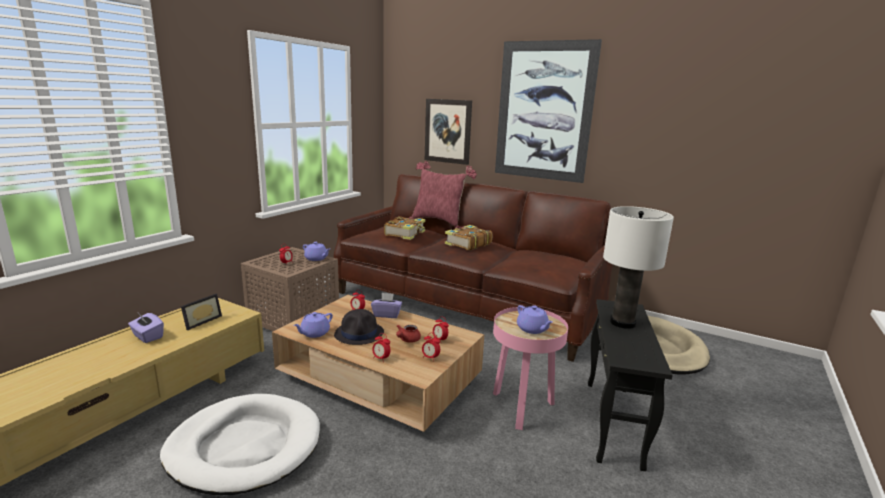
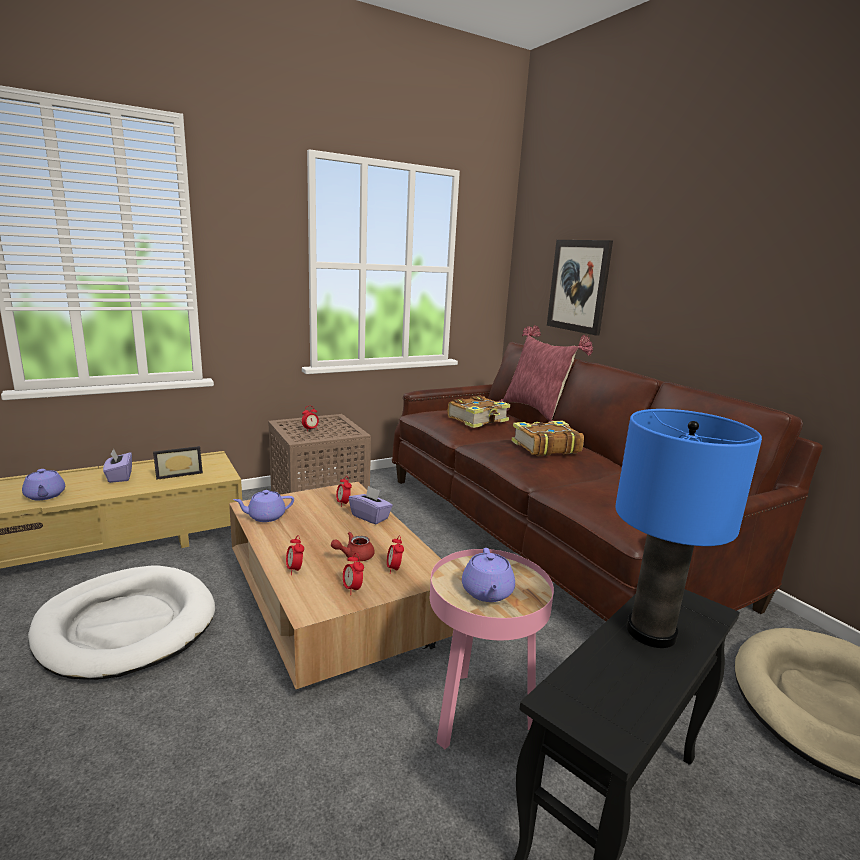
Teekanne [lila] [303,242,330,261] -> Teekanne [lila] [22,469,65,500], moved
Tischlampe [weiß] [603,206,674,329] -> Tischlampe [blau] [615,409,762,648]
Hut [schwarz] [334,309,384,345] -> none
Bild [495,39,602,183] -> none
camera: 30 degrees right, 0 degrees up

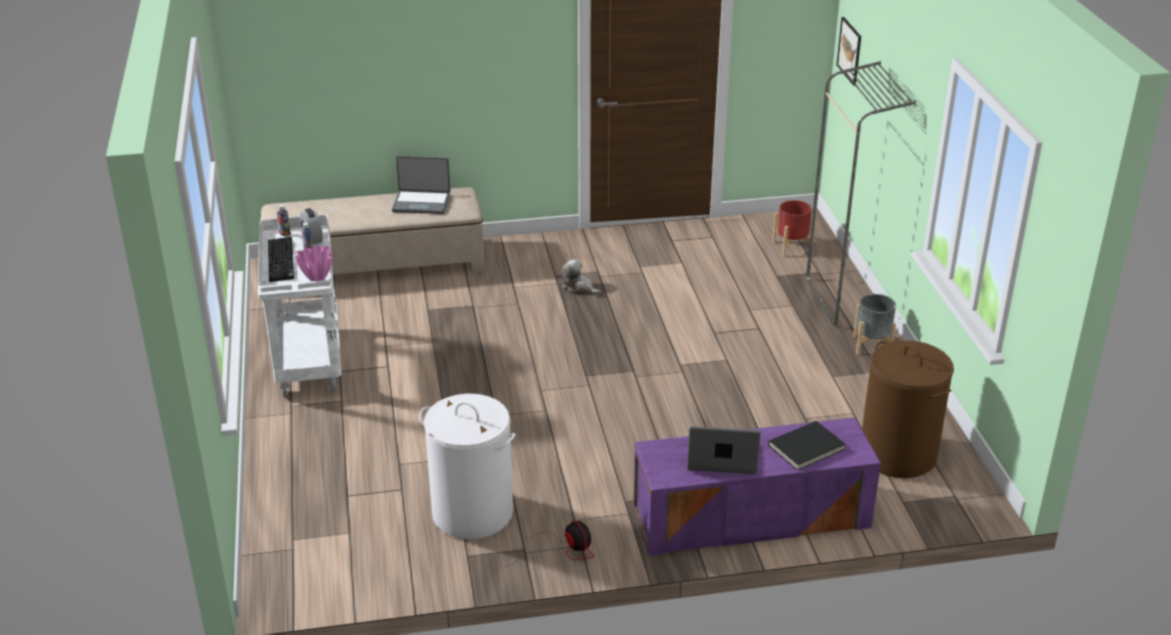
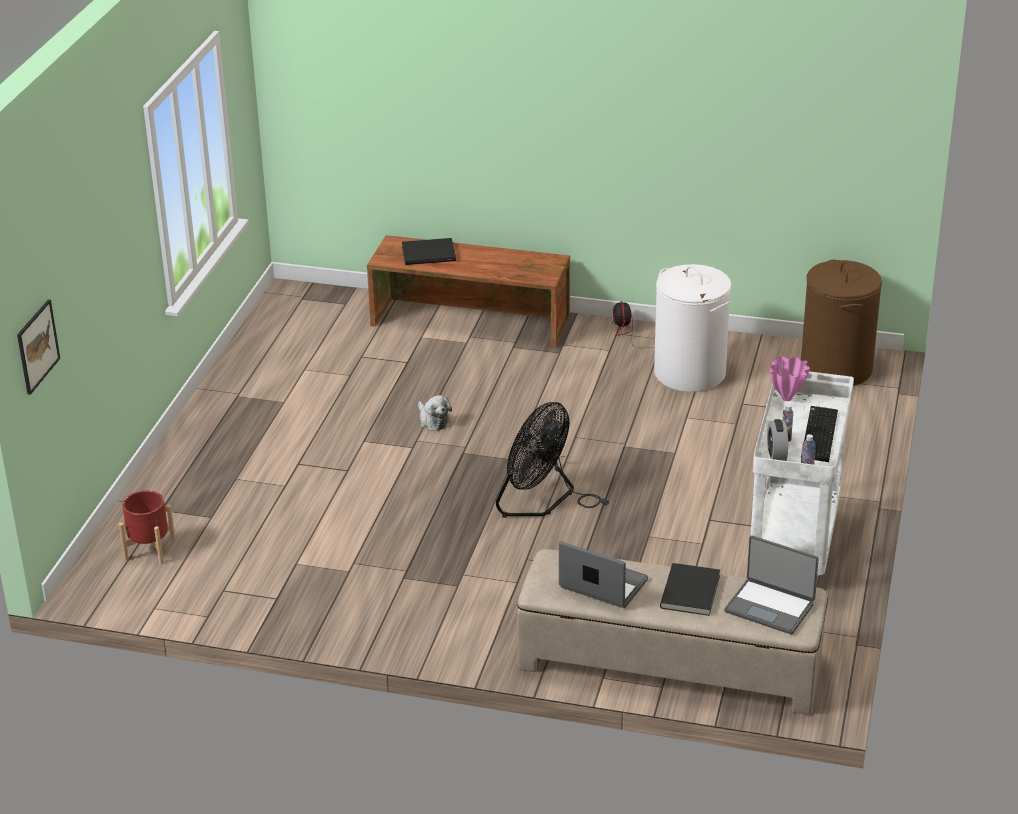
Bank [lila] [633,417,881,556] -> Bank [braun] [367,235,570,348]
Plüschtier [561,259,601,295] -> Plüschtier [418,395,452,431], moved
none -> Ventilator [schwarz] [496,402,609,518]
none -> Buch [schwarz] [660,563,720,616]
Laptop [687,426,761,474] -> Laptop [724,535,819,634], moved
Wäschekorb [braun] [862,340,954,478] -> Wäschekorb [braun] [801,260,882,386], moved
Kleiderständer [grau] [806,61,916,325] -> none
Pflanzkübel [grau] [853,294,896,355] -> none
camera: 155 degrees left, 0 degrees up

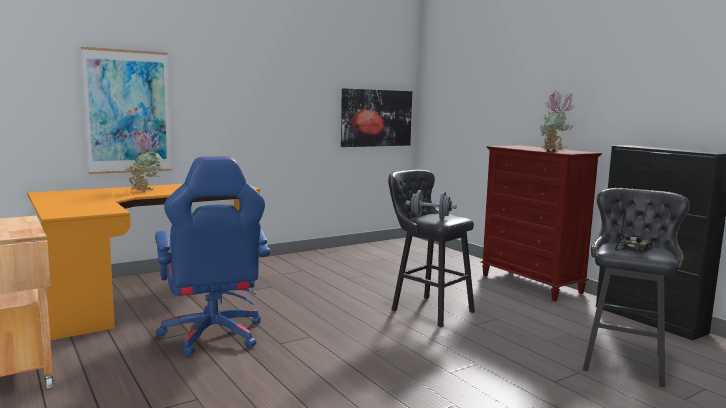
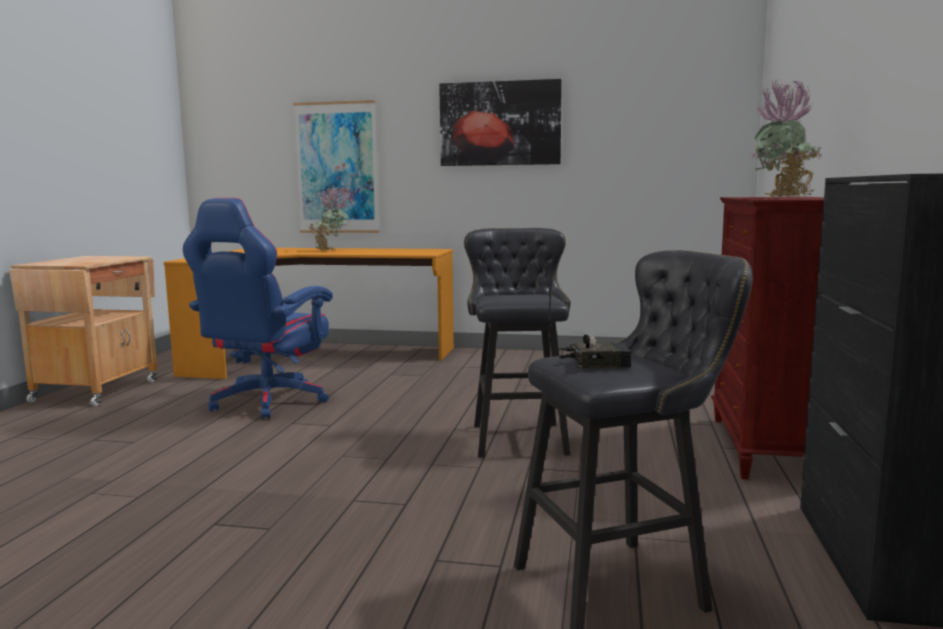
Bild [341,88,412,147] -> Bild [439,79,562,166], moved
Hantel [grau] [406,190,457,219] -> none
camera: 45 degrees right, 0 degrees up

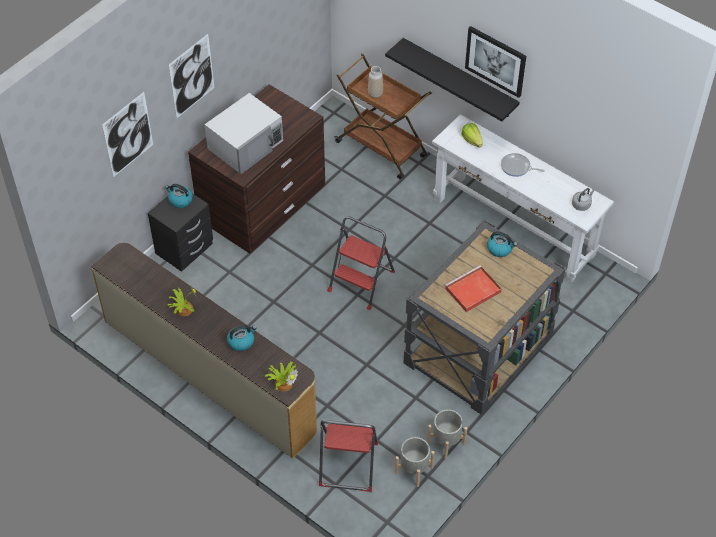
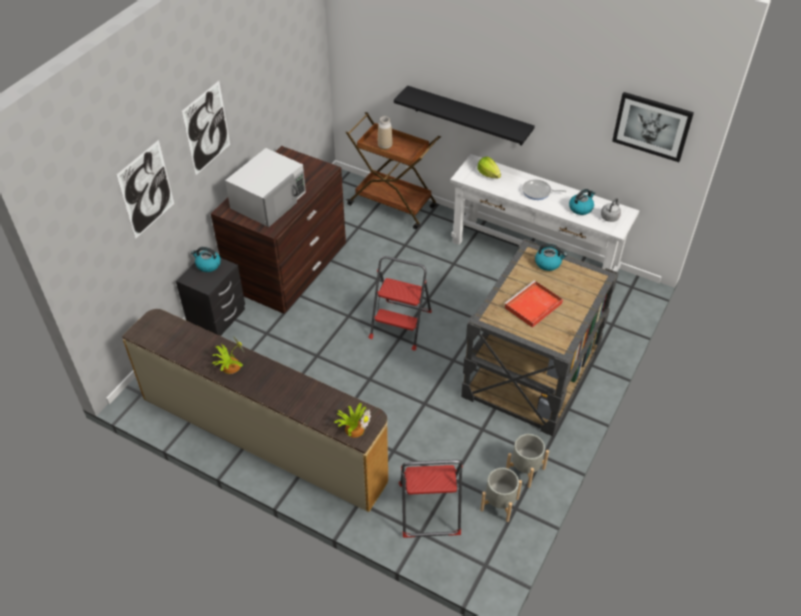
Wasserkessel [227,325,257,351] -> Wasserkessel [569,189,595,215], moved
Bild [465,26,526,98] -> Bild [612,92,694,162], moved
camera: 10 degrees left, 5 degrees down

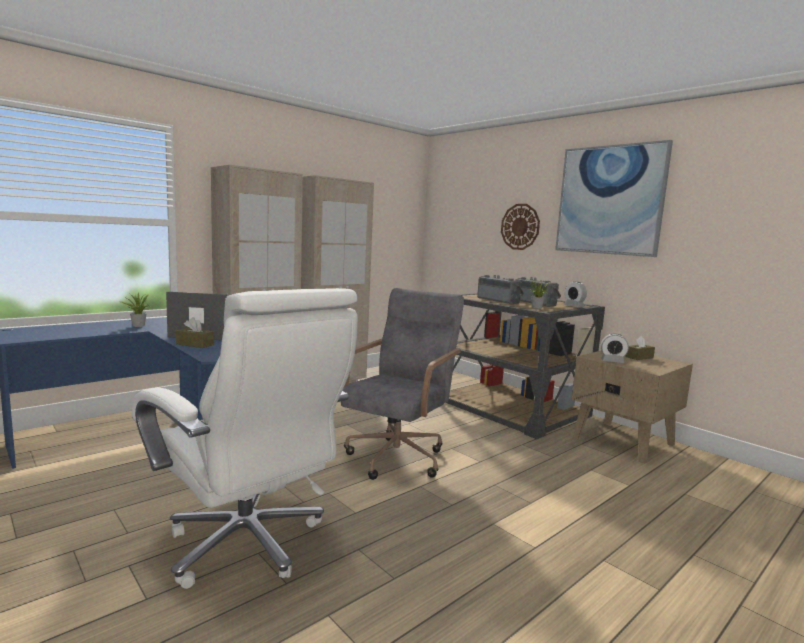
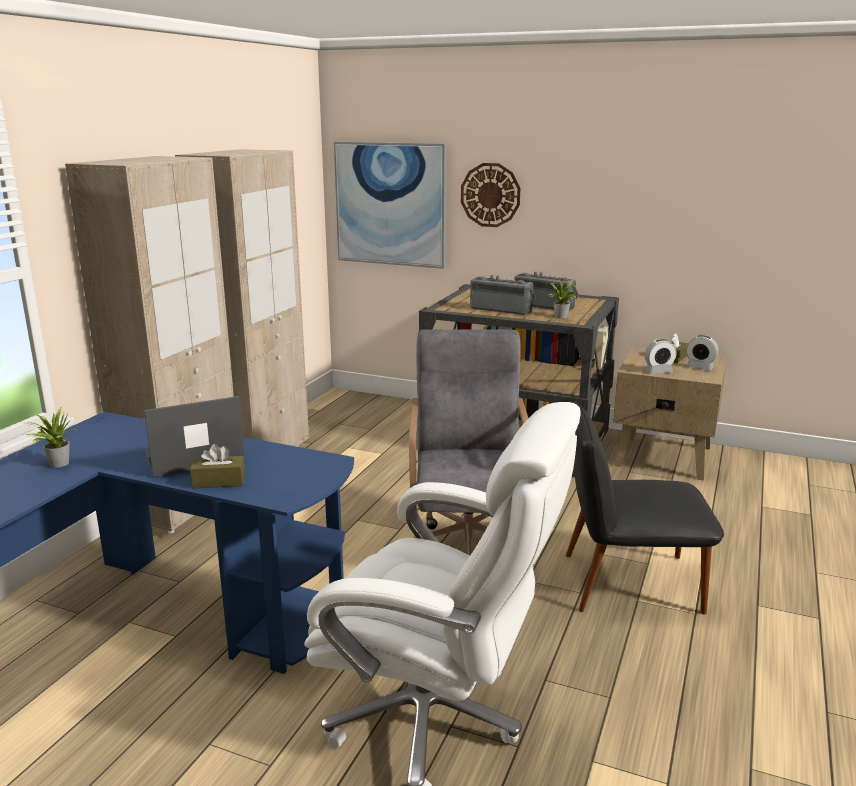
Bild [555,140,673,257] -> Bild [334,142,446,269], moved
none -> Stuhl [schwarz] [566,401,724,615]
Wecker [564,281,587,307] -> Wecker [686,335,718,370], moved
camera: 25 degrees left, 10 degrees up

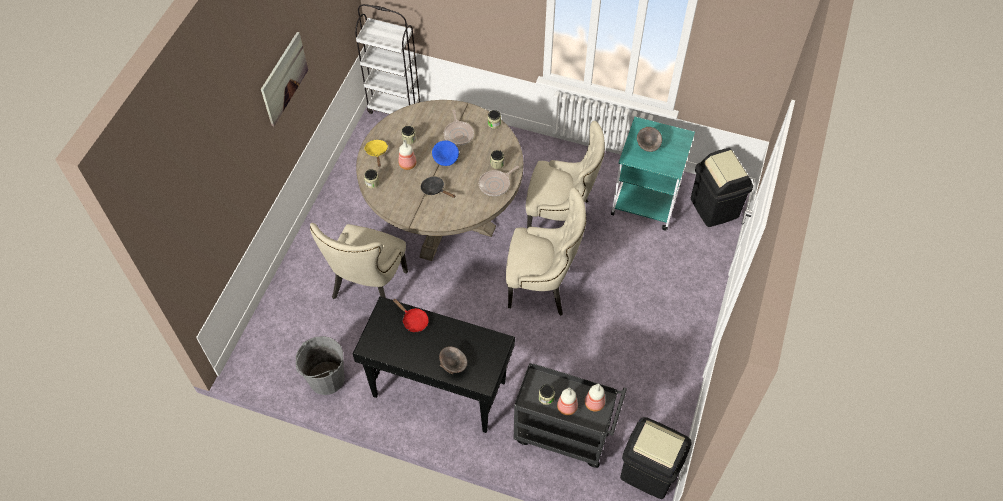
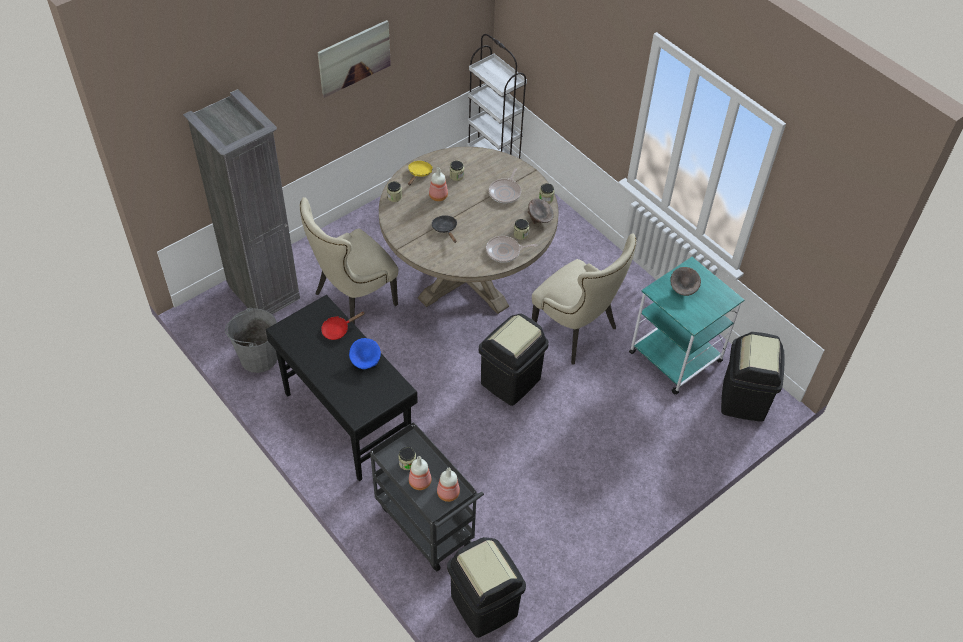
none -> Schrank [grau] [183,89,300,314]
Pfanne [rot] [393,299,429,332] -> Pfanne [rot] [321,311,365,340], 75 degrees clockwise
Schüssel [blau] [432,140,459,166] -> Schüssel [blau] [349,338,381,369], moved
Stuhl [beige] [506,187,586,316] -> Mülleimer [schwarz] [479,314,549,406]
Schüssel [grau] [439,346,467,374] -> Schüssel [grau] [528,198,554,224], moved
camera: 30 degrees right, 5 degrees down

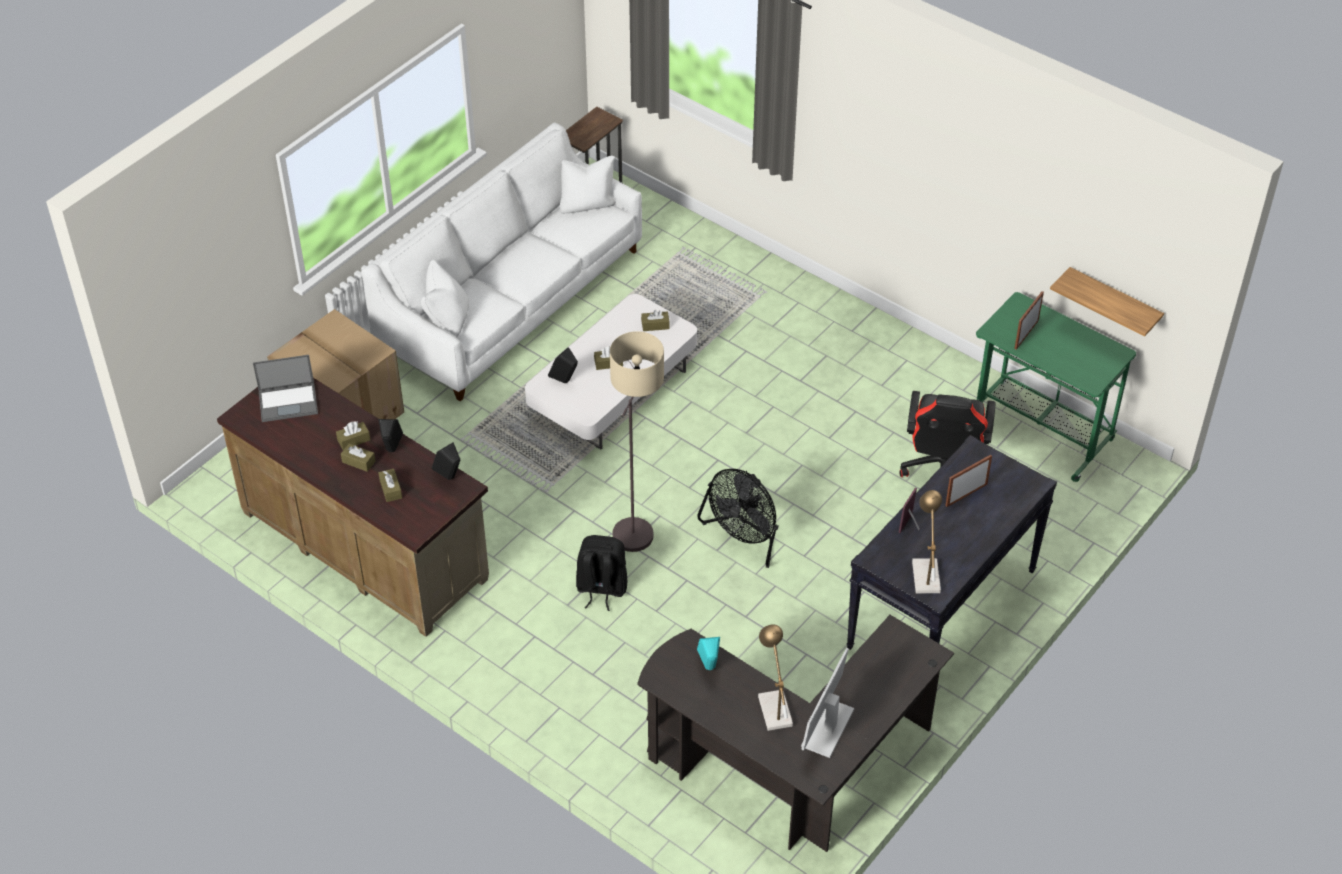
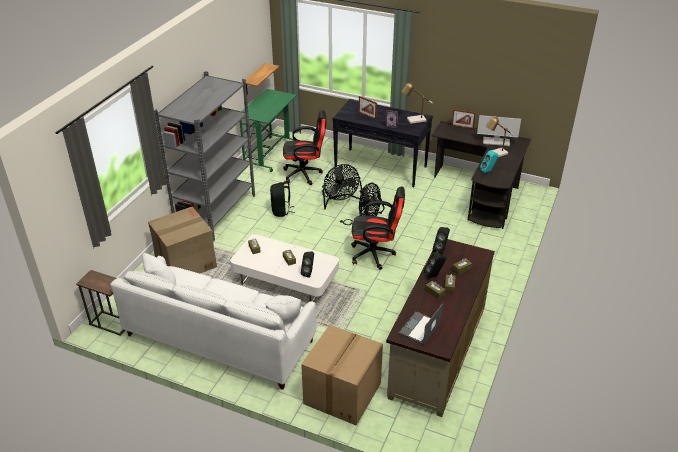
none -> Karton [148,206,217,274]
none -> Bücherregal [grau] [154,71,255,242]
Rucksack [schwarz] [576,535,627,611] -> Rucksack [schwarz] [270,181,295,217], moved
none -> Ventilator [schwarz] [322,164,363,209]
Stehlampe [beige] [610,331,664,552] -> Bürostuhl [schwarz] [351,187,405,270]
Laptop [253,355,318,422] -> Laptop [398,304,443,345], 120 degrees counterclockwise
Bilderrahmen [1014,291,1044,350] -> Bilderrahmen [451,109,476,129], moved
camera: 105 degrees left, 10 degrees down

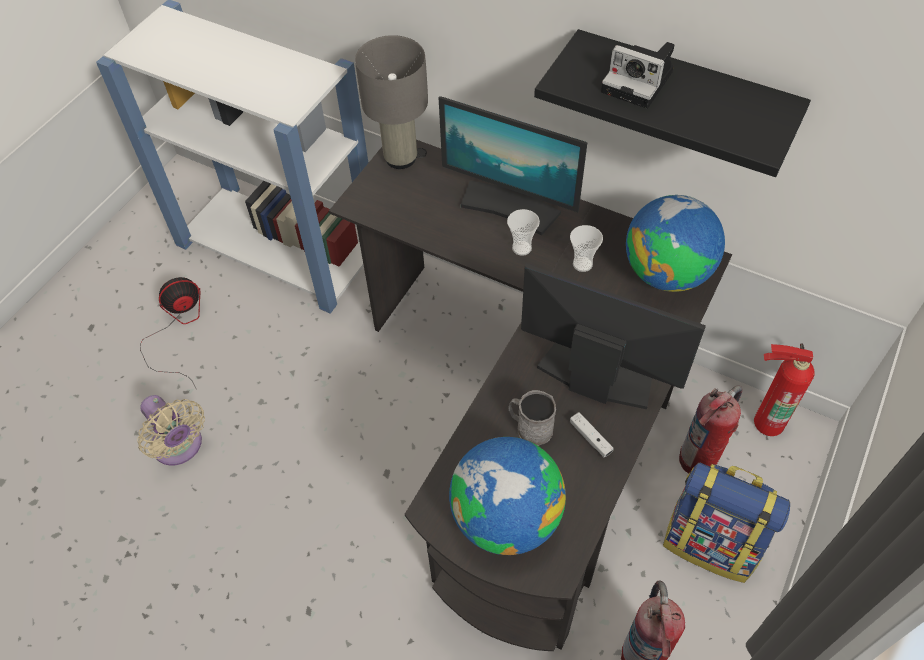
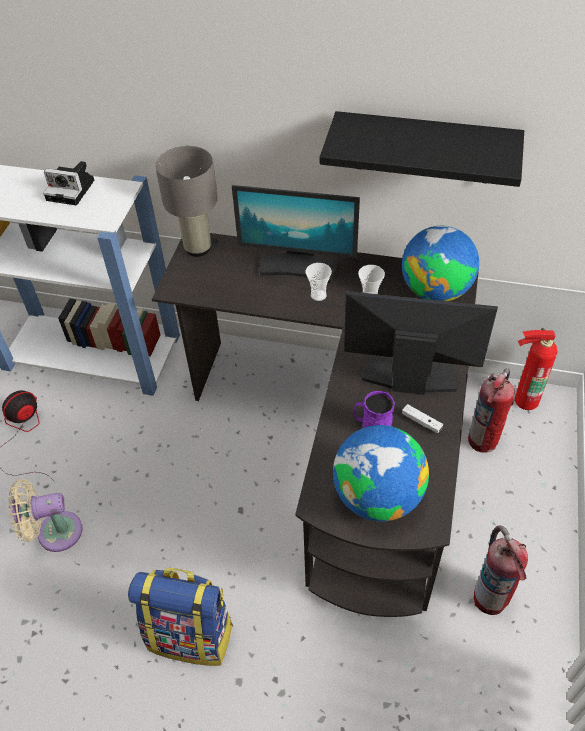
Ventilator [beige] [137,395,205,466] -> Ventilator [beige] [8,479,83,552], 135 degrees clockwise
Kamera [601,42,675,109] -> Kamera [43,161,94,205], moved
Rucksack [663,462,790,583] -> Rucksack [128,568,233,666], moved
Henkelbecher [grau] [509,390,556,446] -> Henkelbecher [lila] [354,391,395,428]
camera: 15 degrees left, 5 degrees down

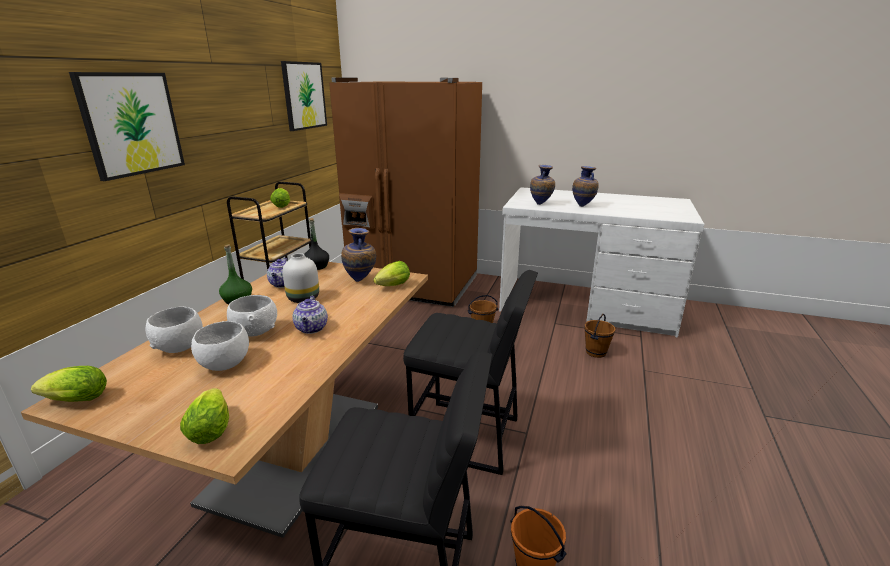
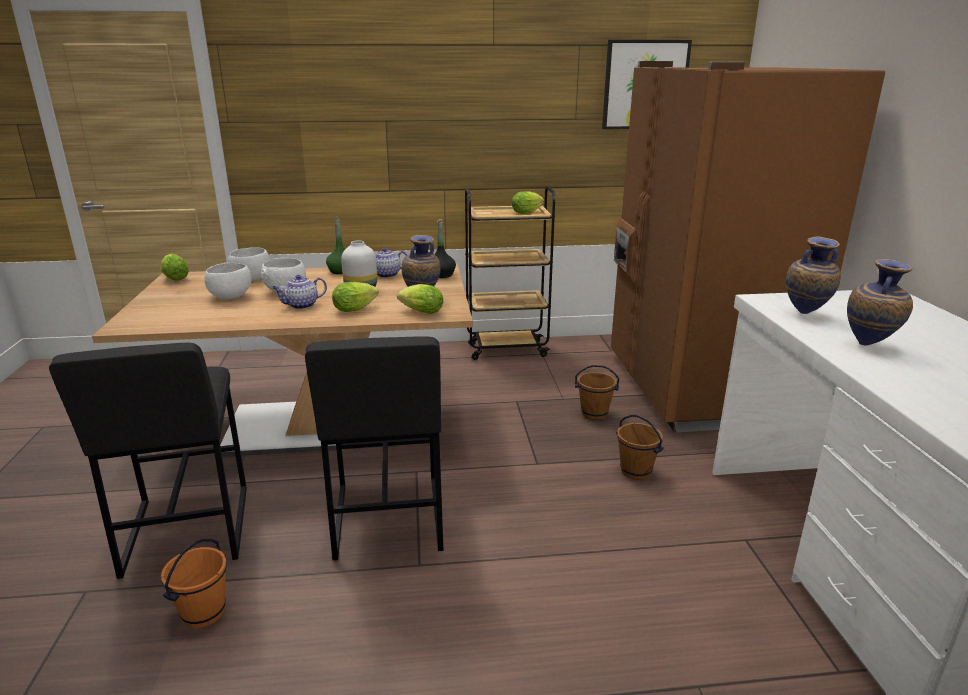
Salatkopf [180,388,229,444] -> Salatkopf [332,282,379,312], moved
Eimer [braun] [584,314,616,358] -> Eimer [braun] [575,365,619,420], moved
Bild [69,72,185,181] -> none
camera: 65 degrees right, 0 degrees up

